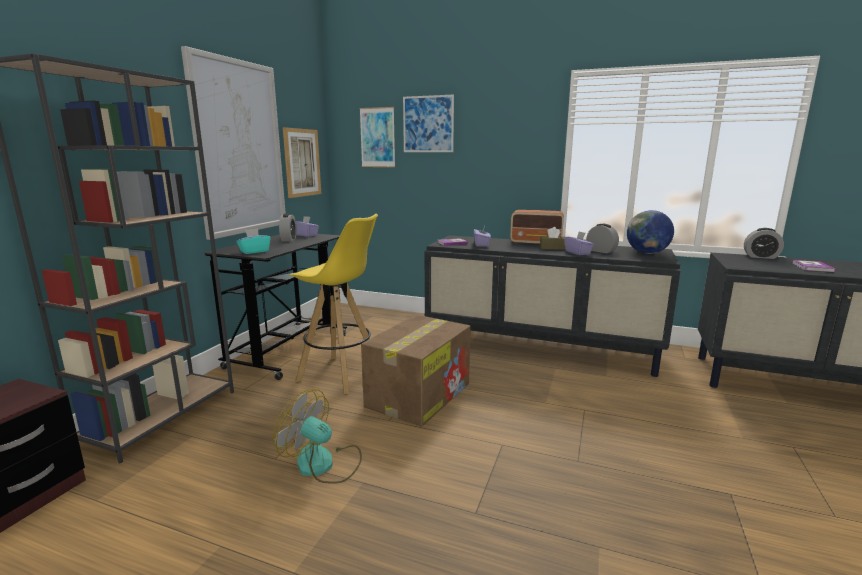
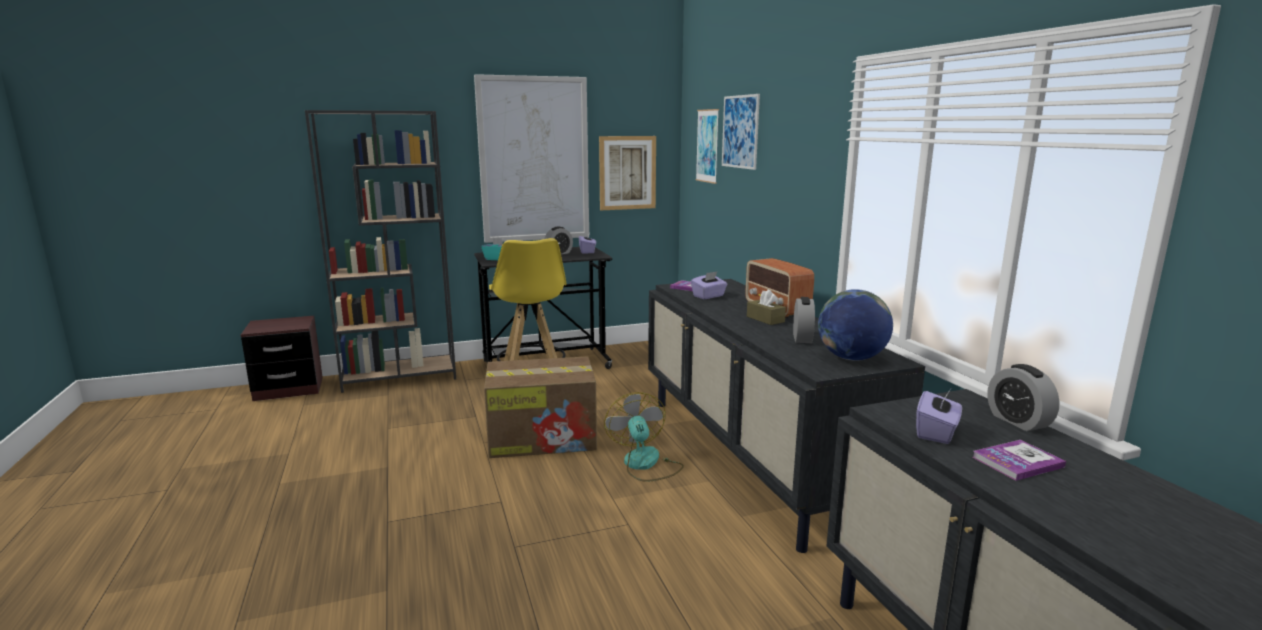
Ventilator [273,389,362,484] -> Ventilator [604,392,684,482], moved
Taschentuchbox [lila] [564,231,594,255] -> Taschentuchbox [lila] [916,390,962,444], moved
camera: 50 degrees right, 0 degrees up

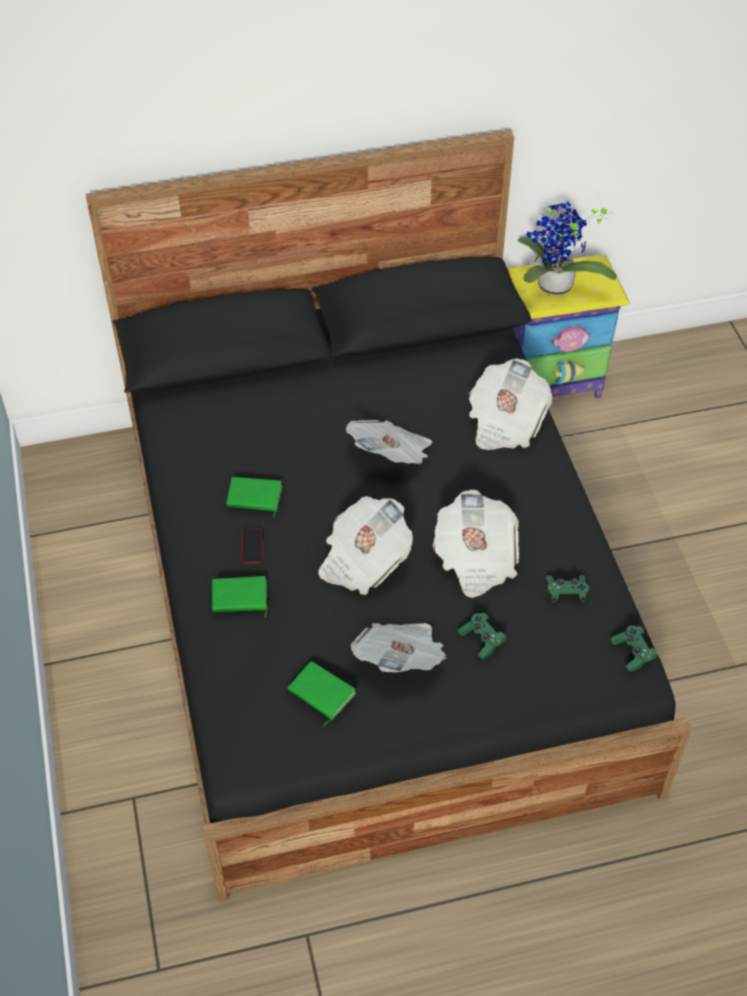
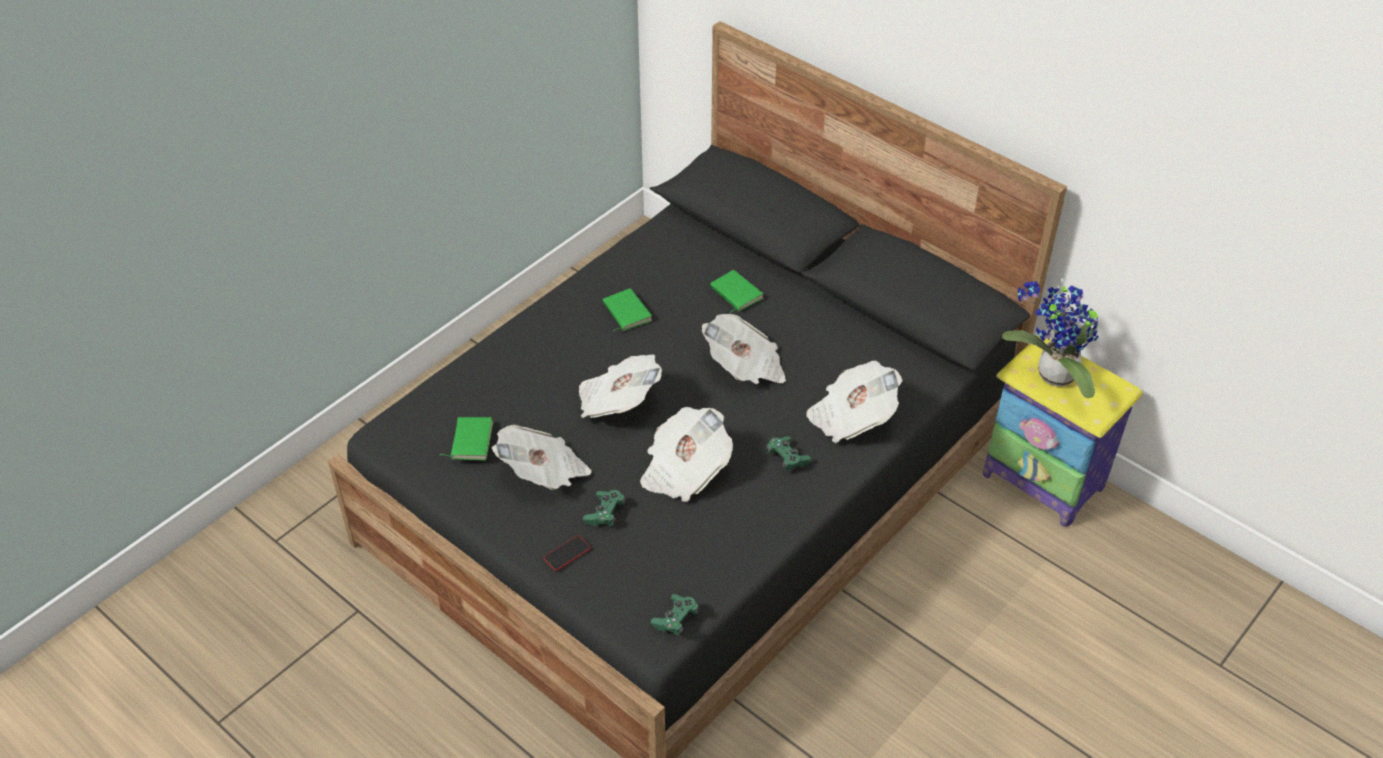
Handy [241,528,263,564] -> Handy [543,536,590,571], moved
Buch [grün] [212,576,269,618] -> Buch [grün] [710,270,763,313], moved
Gamepad [grün] [545,575,589,602] -> Gamepad [grün] [766,436,811,471], moved
camera: 55 degrees right, 5 degrees down

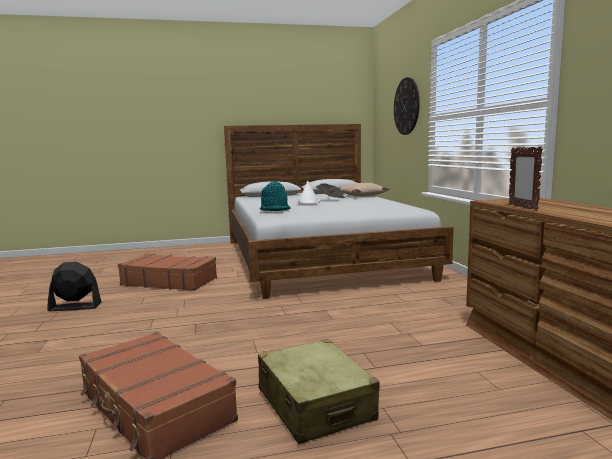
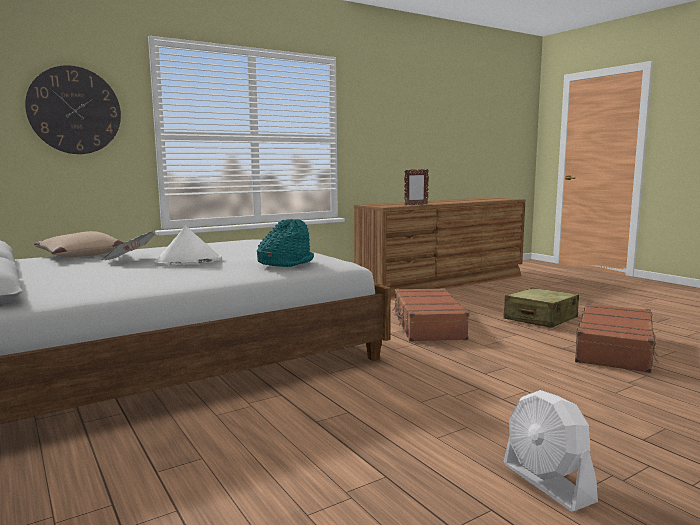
Koffer [braun] [118,254,217,291] -> Koffer [braun] [392,288,469,342], moved
Ventilator [schwarz] [47,262,101,311] -> Ventilator [weiß] [504,390,598,512]
camera: 110 degrees left, 0 degrees up

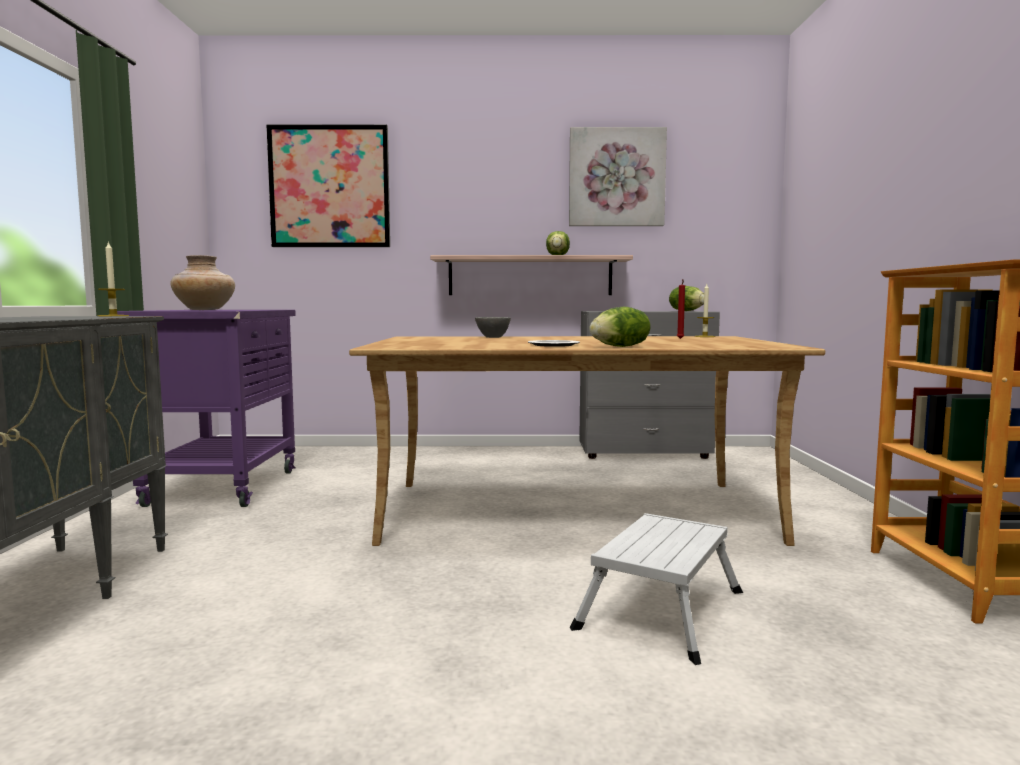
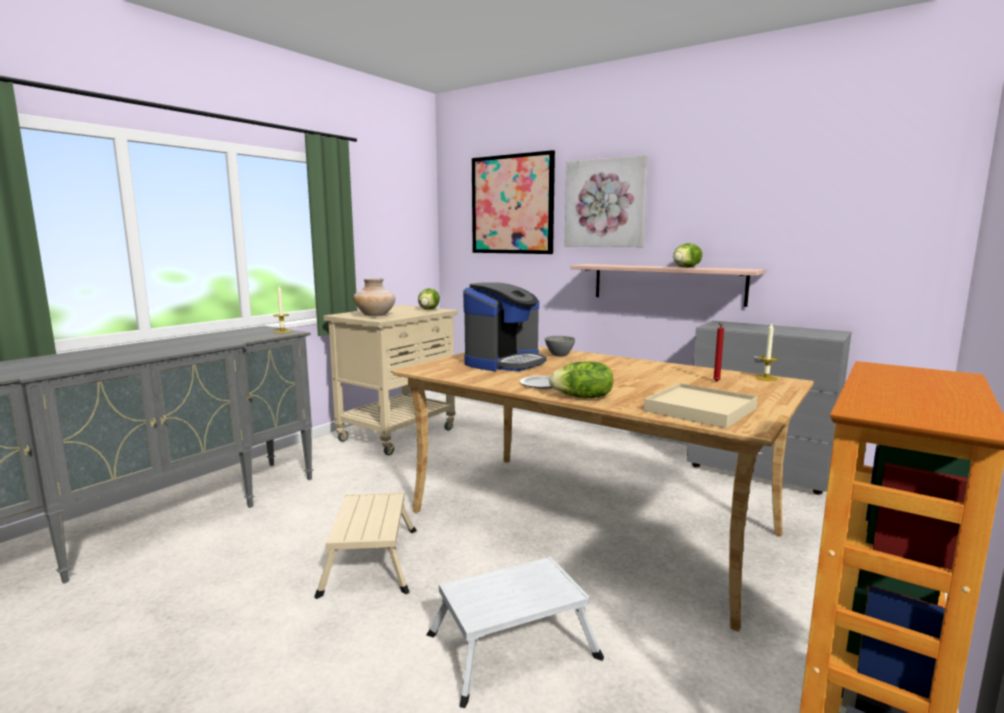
none -> Trittleiter [beige] [314,492,417,599]
Rollwagen [lila] [117,310,296,507] -> Rollwagen [beige] [324,305,458,455]
Salatkopf [669,286,704,311] -> Salatkopf [418,288,440,310], moved
none -> Kaffeemaschine [463,282,546,371]
Bild [569,127,667,226] -> Bild [564,155,648,247], moved
none -> Tablett [beige] [644,383,757,429]
camera: 35 degrees right, 5 degrees up

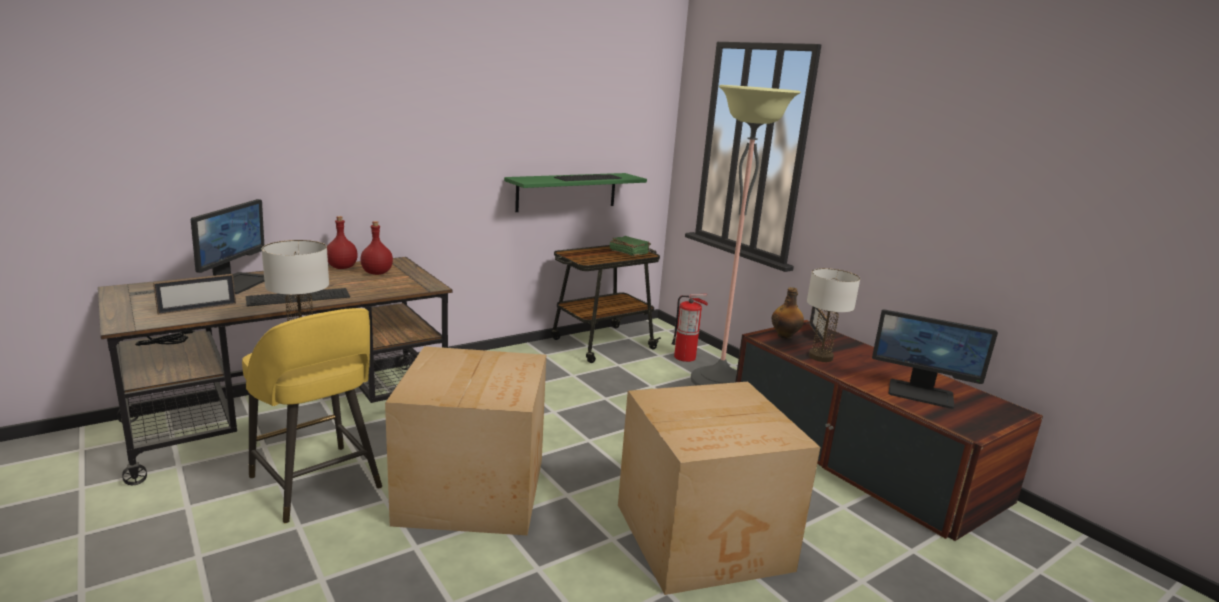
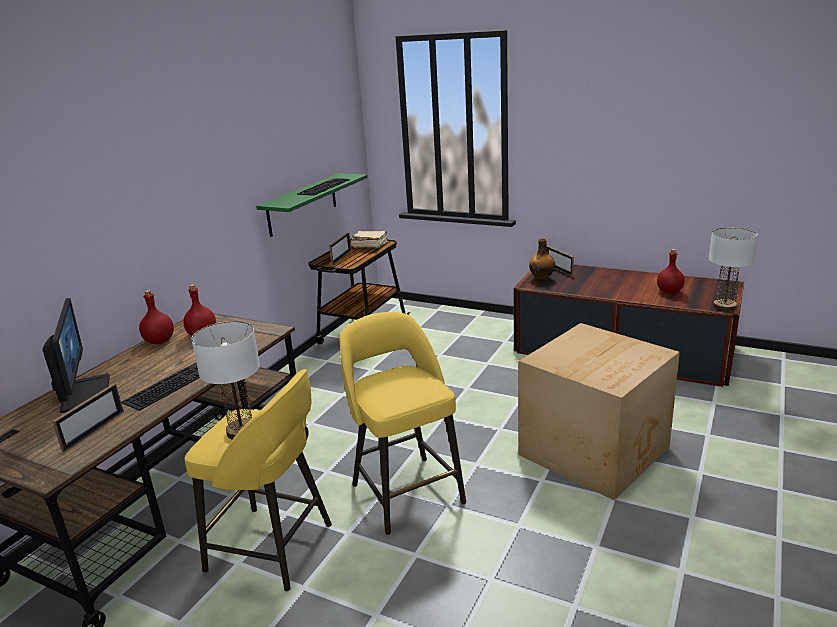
none -> Bilderrahmen [329,232,351,265]
Karton [385,346,546,535] -> Hocker [gelb] [340,312,466,535]
Buch [grün] [610,236,651,256] -> Buch [beige] [351,231,387,248]
Monitor [872,309,998,409] -> Flasche [rot] [657,249,685,294]
Tischlampe [807,268,860,362] -> Tischlampe [709,227,758,311], moved
Feuerlöscher [671,294,708,362] -> none
Stehlampe [691,85,801,386] -> none
camera: 25 degrees left, 5 degrees up

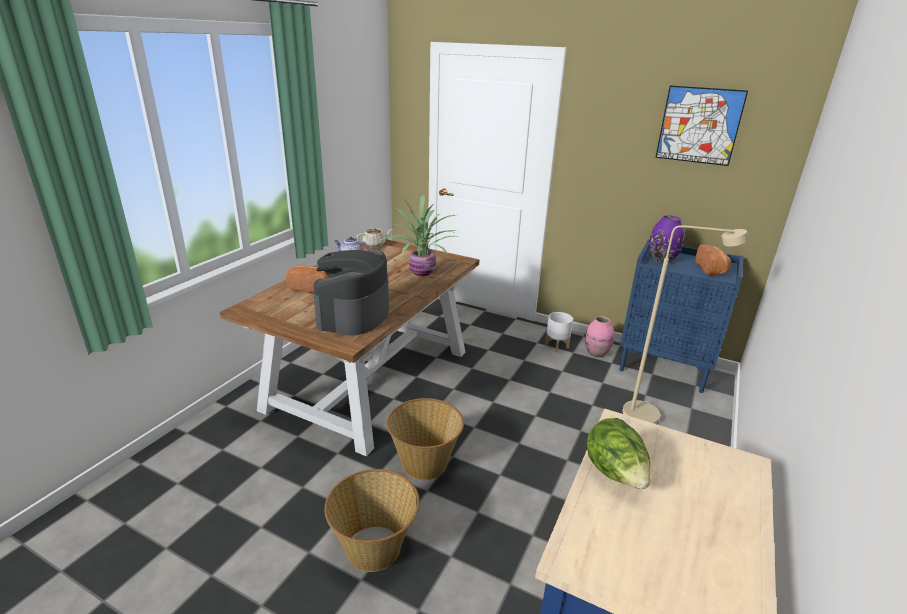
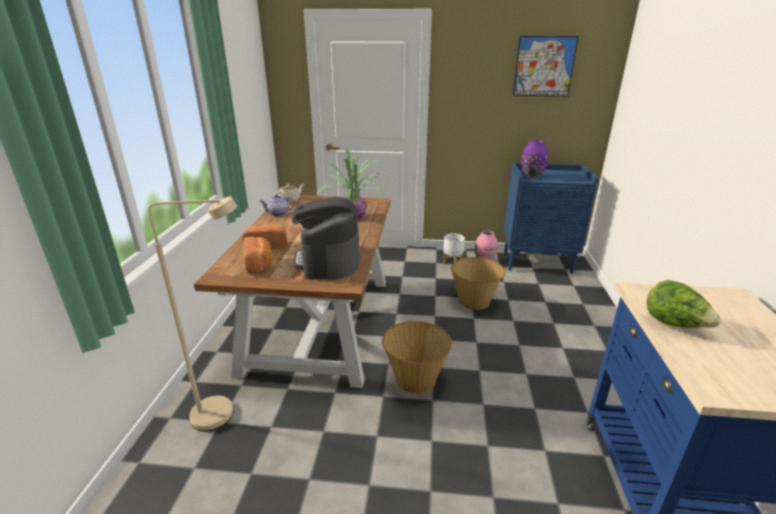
Stehlampe [beige] [622,225,748,424] -> Stehlampe [beige] [148,196,237,431], moved
Brot [695,244,731,275] -> Brot [244,237,273,273], moved
Korb [325,469,420,572] -> Korb [451,257,505,310], moved
camera: 20 degrees left, 0 degrees up

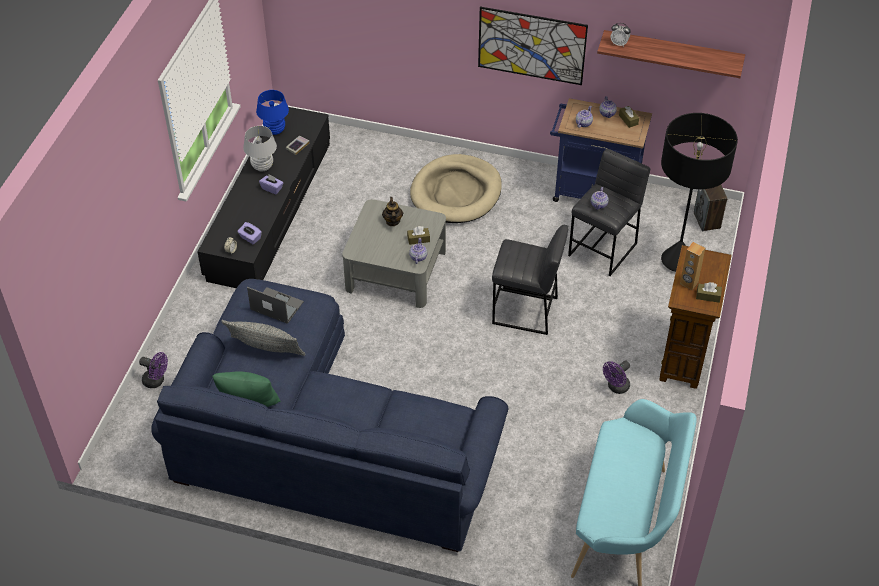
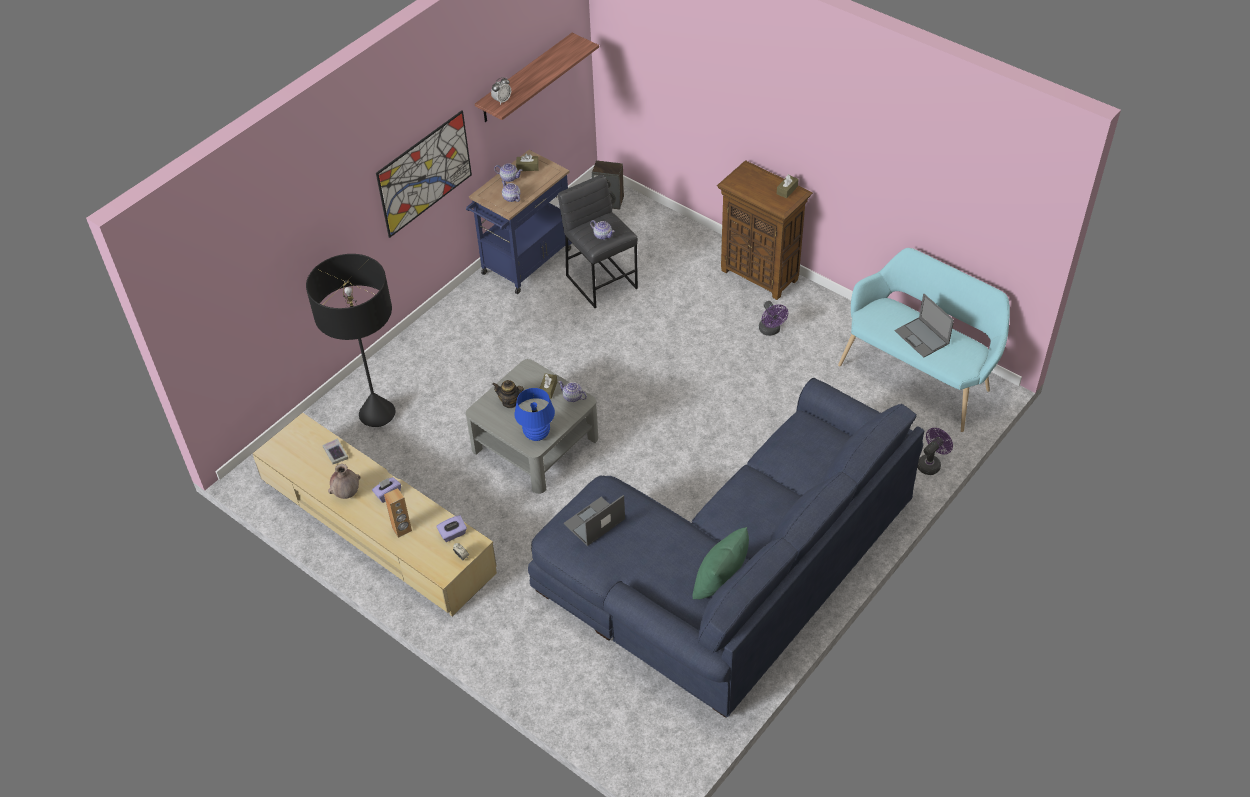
Fernsehschrank [schwarz] [197,107,330,288] -> Fernsehschrank [beige] [253,413,497,616]
Stehlampe [schwarz] [661,113,738,272] -> Stehlampe [schwarz] [306,254,395,427], moved
Tischlampe [weiß] [243,126,277,171] -> Vase [braun] [328,464,361,499]
Lautsprecher [braun] [680,242,705,290] -> Lautsprecher [braun] [384,488,412,538], moved
Tischlampe [blau] [256,90,289,135] -> Tischlampe [blau] [514,388,555,441], moved
none -> Laptop [895,294,954,358]
Ventilator [lila] [139,352,168,388] -> Ventilator [lila] [917,428,953,475], moved
Kissen [grau] [221,320,305,356] -> none
Hundebett [beige] [410,154,502,223] -> none
Hocker [grau] [492,225,569,335] -> none
camera: 65 degrees left, 0 degrees up

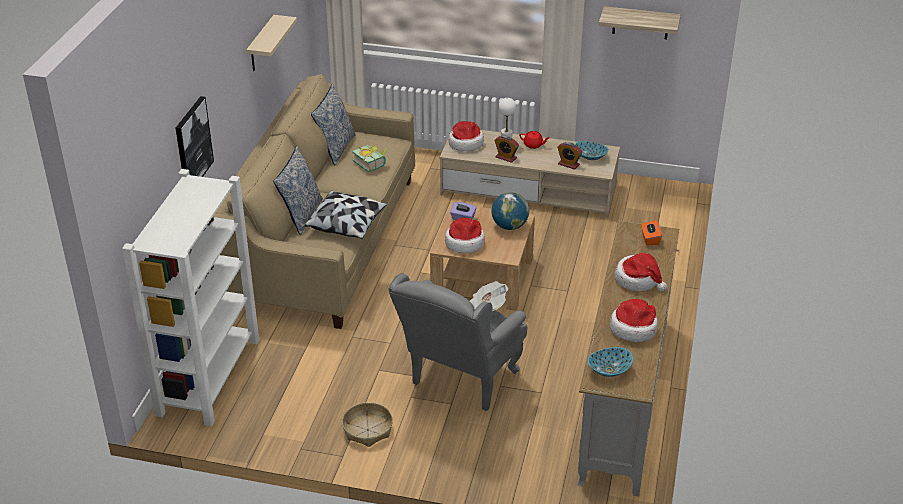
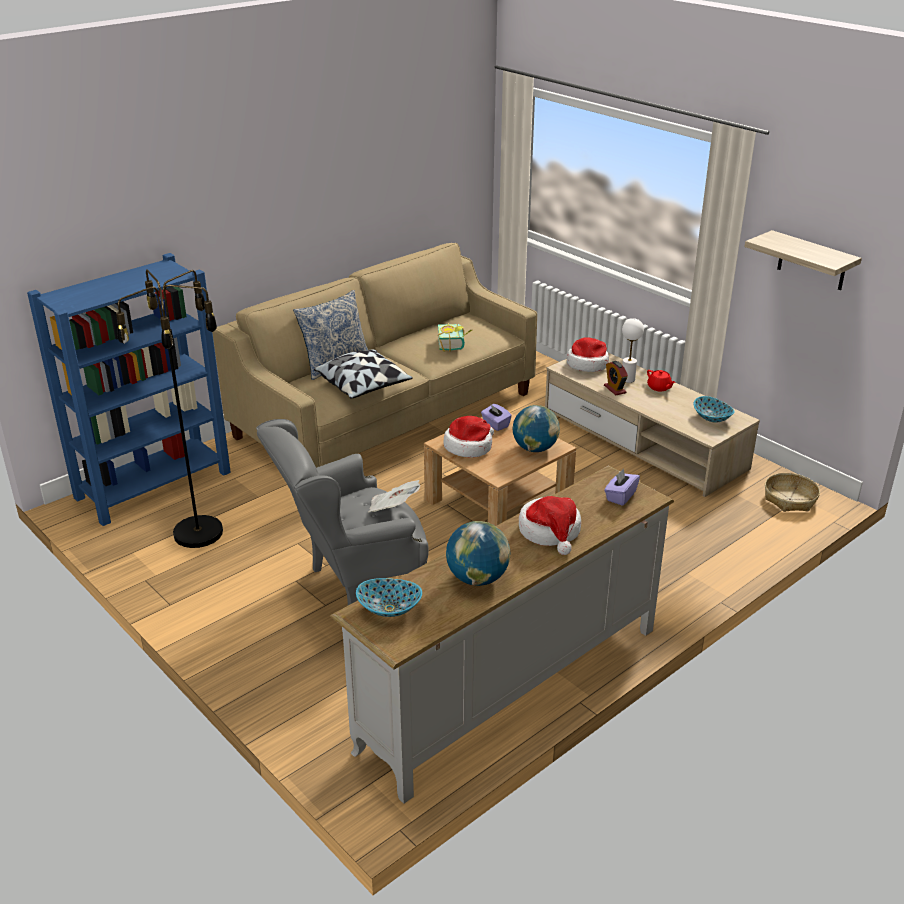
Bücherregal [weiß] [122,169,259,426] -> Bücherregal [blau] [27,253,231,526]
none -> Stehlampe [116,269,223,548]
Hut [610,299,658,342] -> Globus [446,521,510,586]
Taschentuchbox [orange] [641,220,662,245] -> Taschentuchbox [lila] [604,468,640,506]
Korb [342,403,393,447] -> Korb [765,473,820,512], moved
Bild [176,96,214,177] -> none
Wandregal [beige] [246,15,297,71] -> none
Kissen [311,84,356,165] -> none
Wecker [558,142,582,169] -> none
camera: 35 degrees right, 5 degrees down

